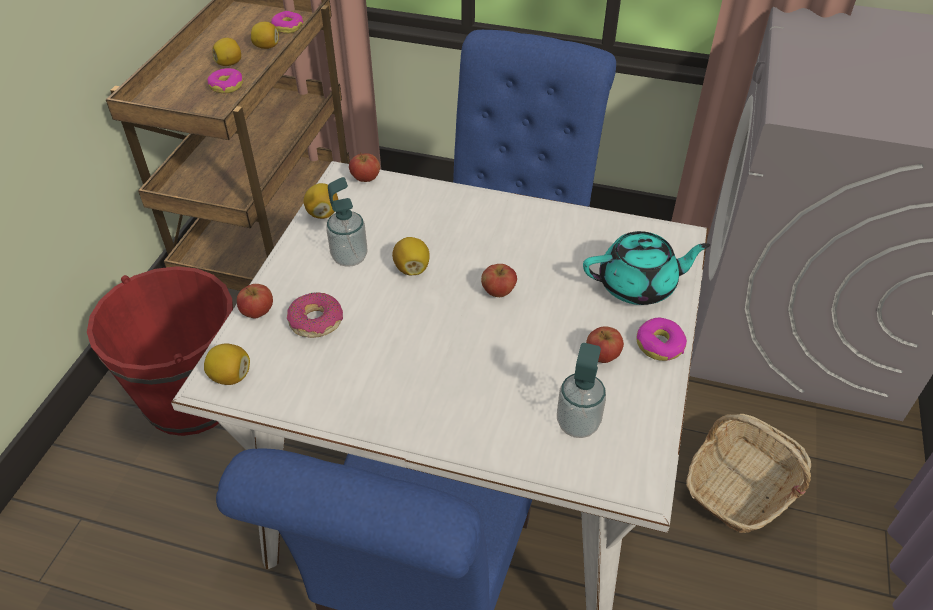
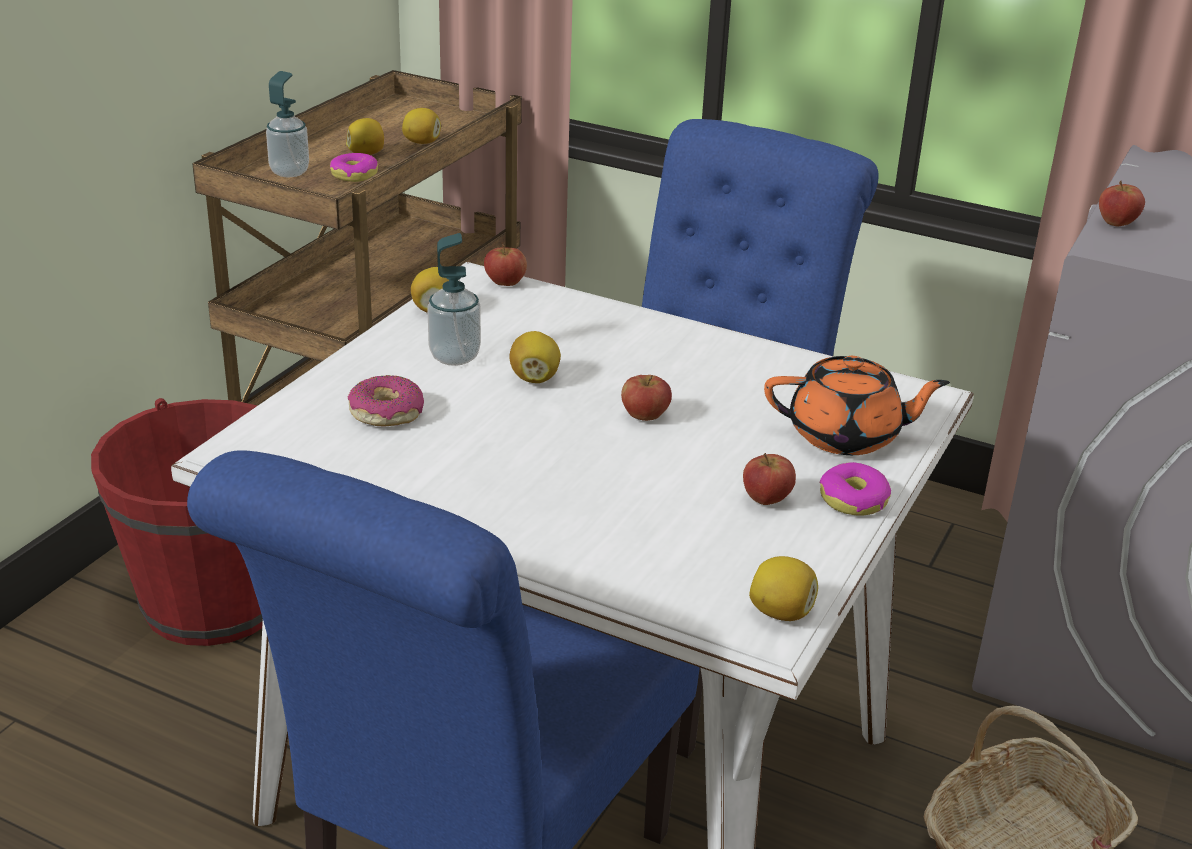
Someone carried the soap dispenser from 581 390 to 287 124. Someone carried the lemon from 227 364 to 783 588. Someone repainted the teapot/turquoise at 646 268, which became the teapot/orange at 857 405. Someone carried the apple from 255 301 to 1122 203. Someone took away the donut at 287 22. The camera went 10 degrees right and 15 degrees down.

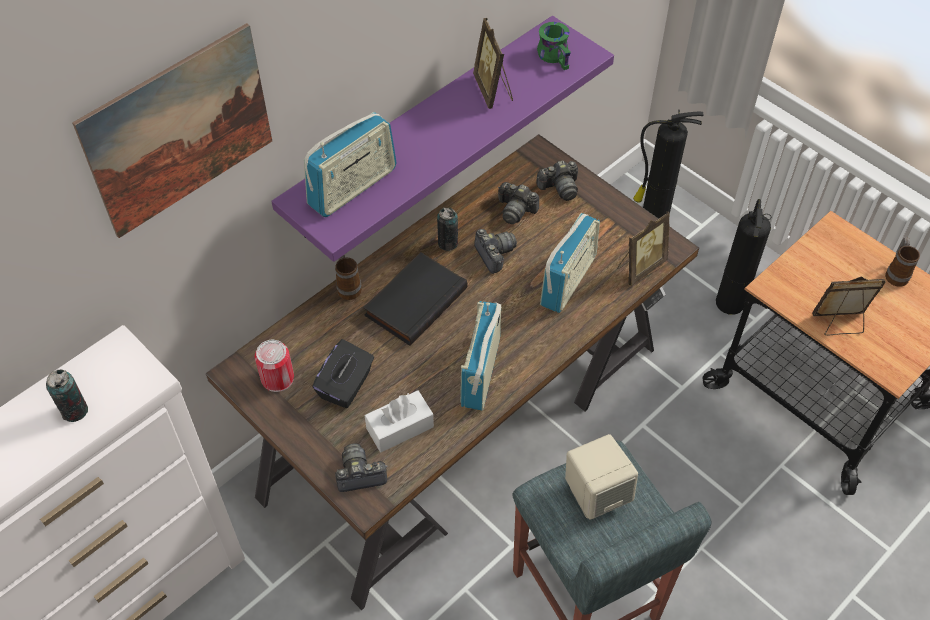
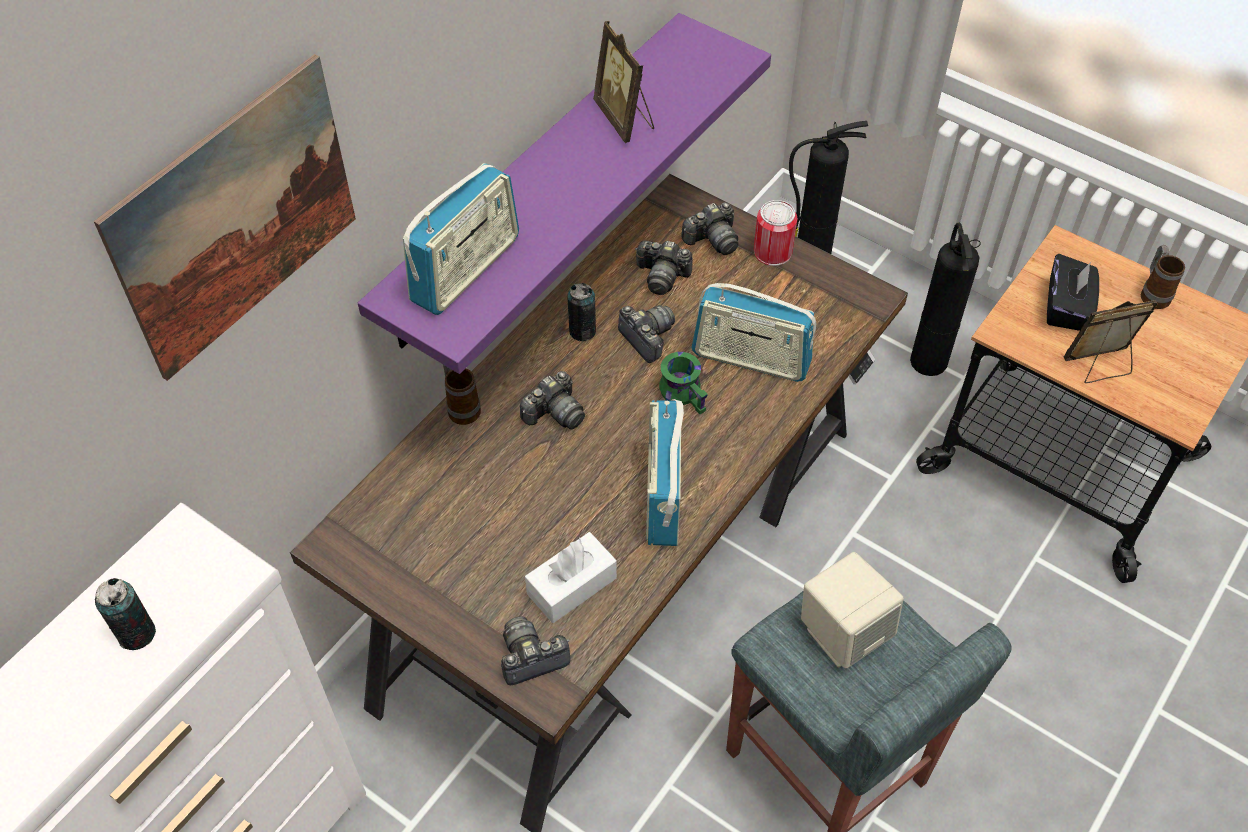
Someone swapped the book/black at 415 299 for the photo camera at 552 400. Someone carried the mug/green from 554 46 to 683 383. Someone rotated the radio at 570 263 by 90 degrees clockwise. Someone carried the can from 274 366 to 775 233. Someone carried the tissue box/black from 343 373 to 1073 292. Someone took away the picture frame at 643 248. The camera went 10 degrees left and 0 degrees up.

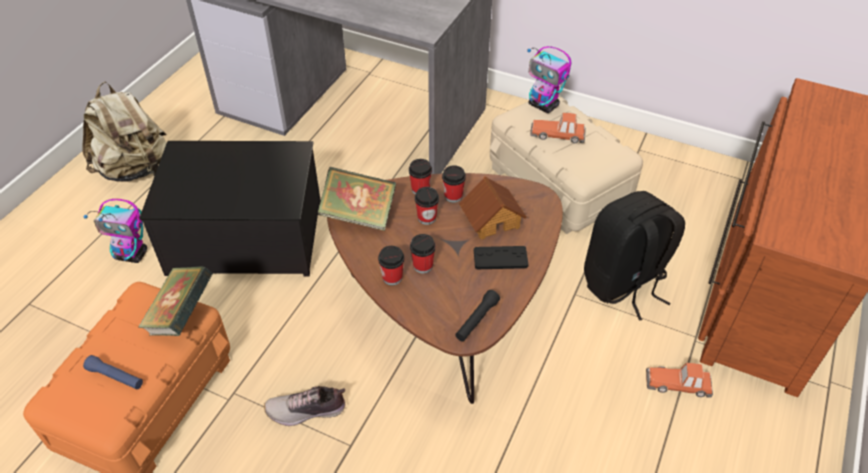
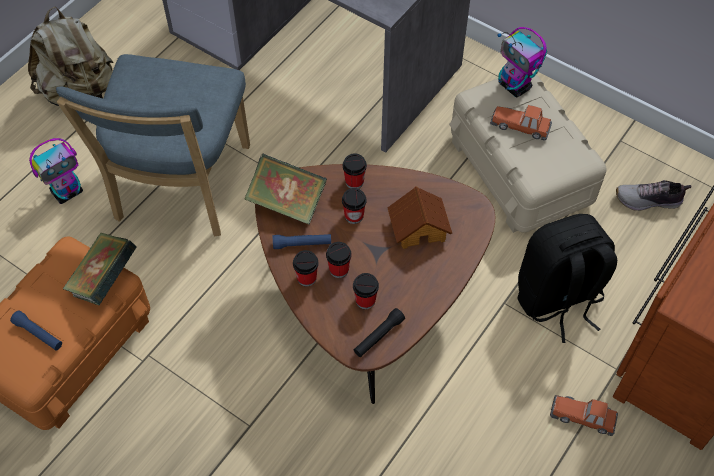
Someone rotated the toy robot at 115 231 by 60 degrees counterclockwise. Someone swapped the storage box at 230 209 for the chair/blue at 153 145. Someone put down the flashlight/blue at 302 241. Someone carried the cup from 454 184 to 366 291. Someone carried the shoe from 304 406 to 653 195. Someone took away the game controller/black at 501 257. The camera went 10 degrees right and 10 degrees up.

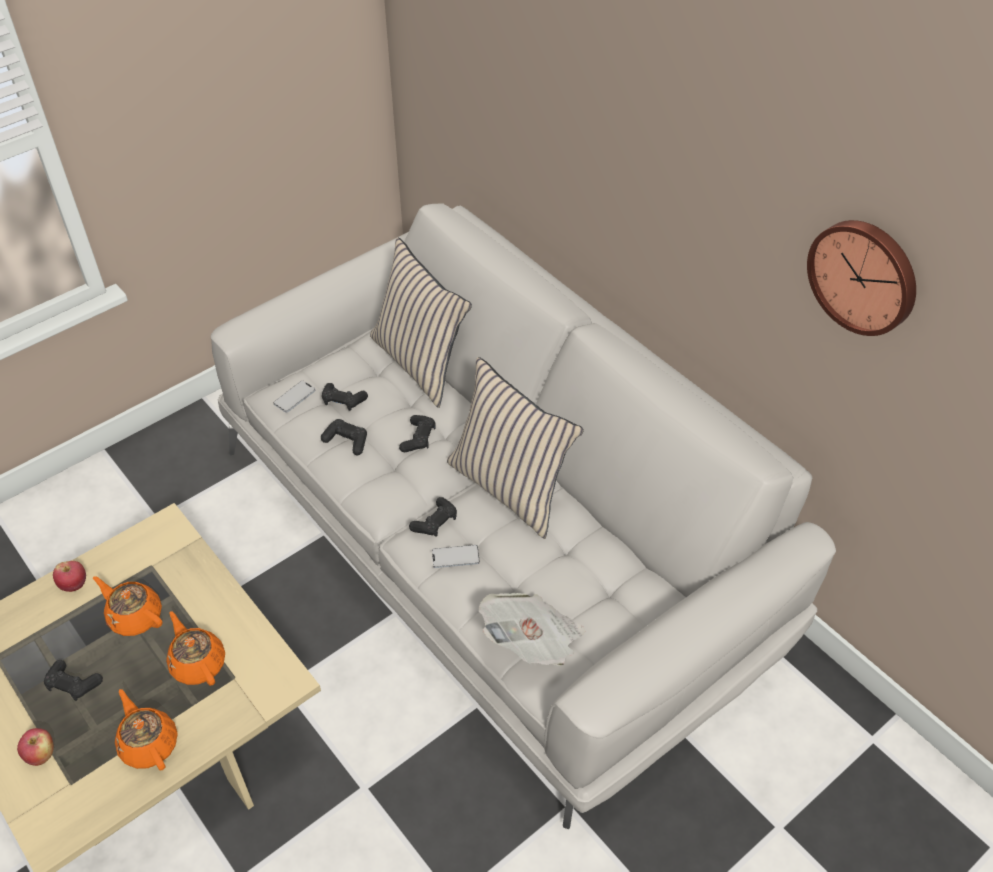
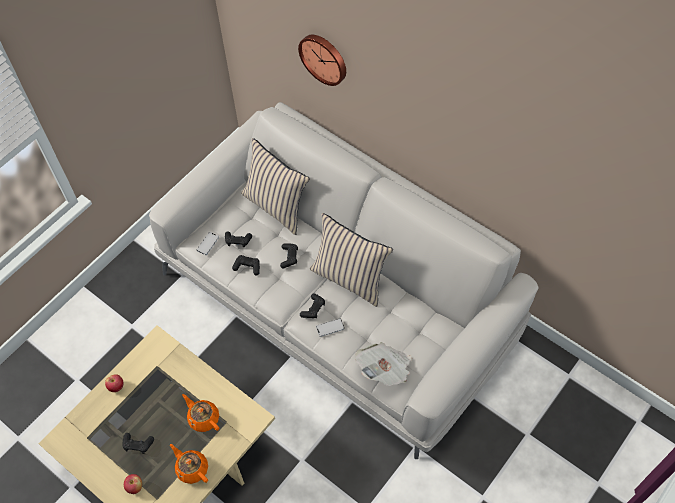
Someone carried the wall clock from 861 278 to 322 60. Someone took away the teapot/orange at 128 606. The camera went 10 degrees left and 10 degrees up.

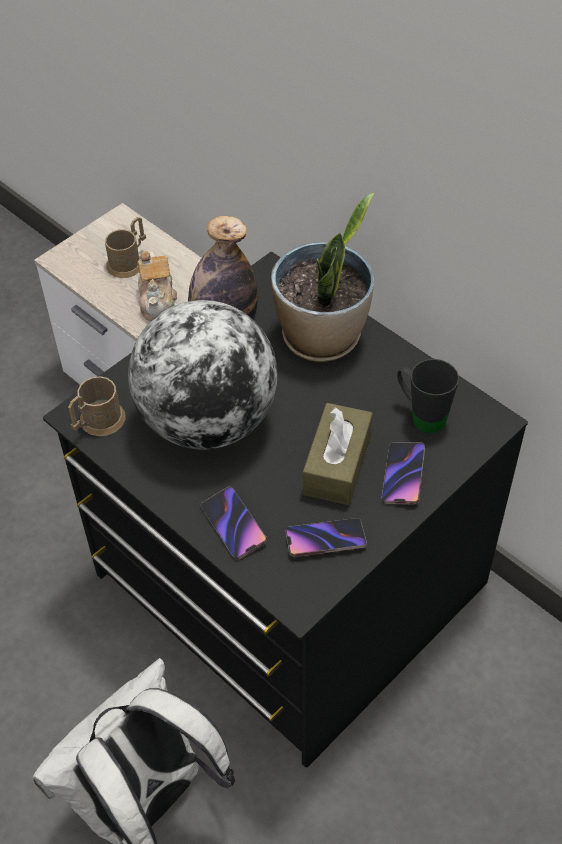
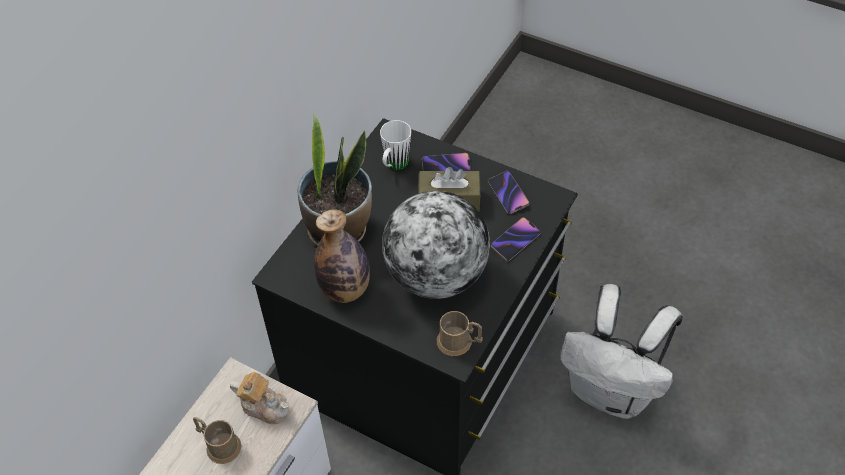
Someone rotated the teapot at 157 286 by 45 degrees clockwise. Someone repainted the mug/black at 428 396, which became the mug/white at 395 145. The camera went 105 degrees left and 0 degrees up.

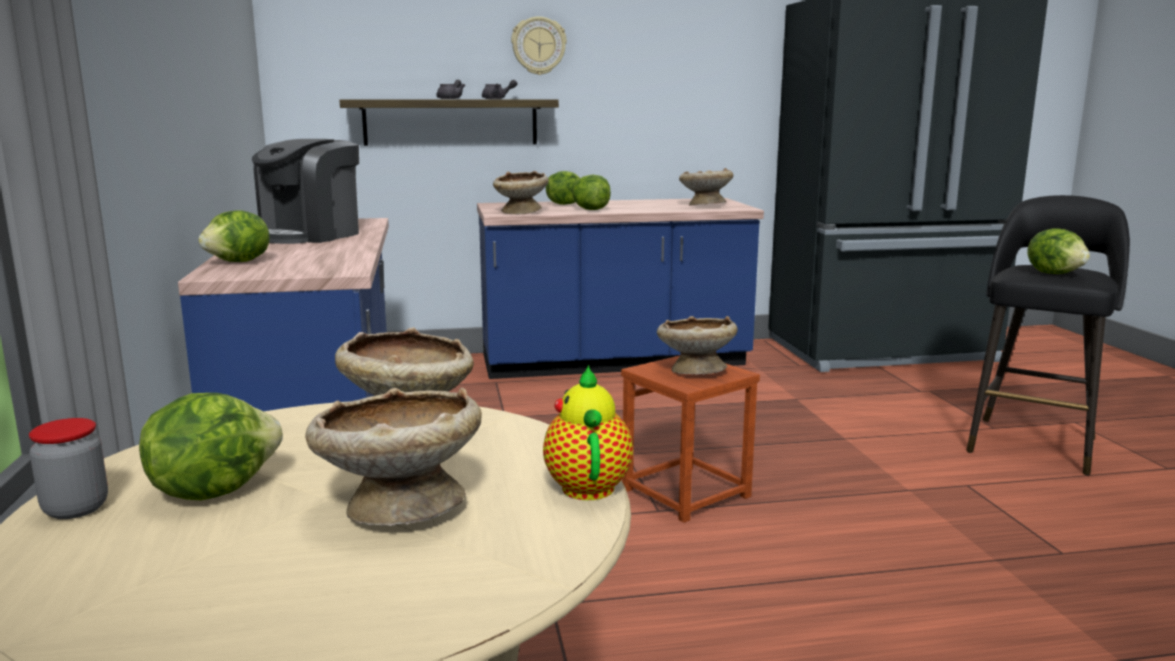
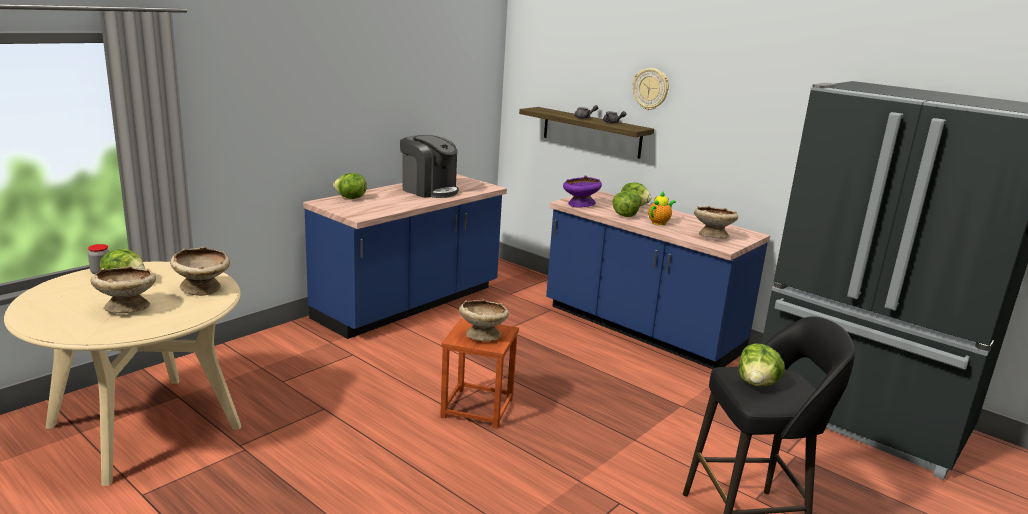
Someone rotated the coffee machine at 305 191 by 135 degrees counterclockwise. Someone repainted the bowl/beige at 521 192, which became the bowl/purple at 582 192. Someone carried the teapot from 588 432 to 662 208. The camera went 50 degrees right and 5 degrees up.

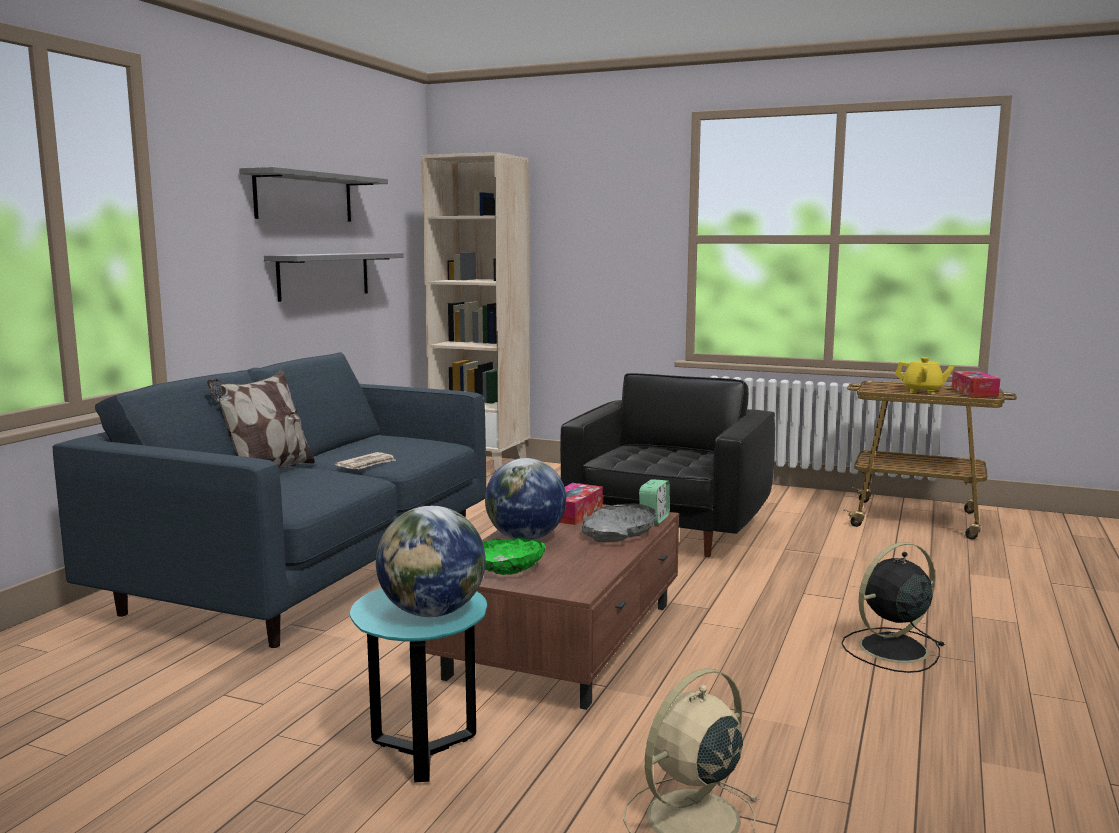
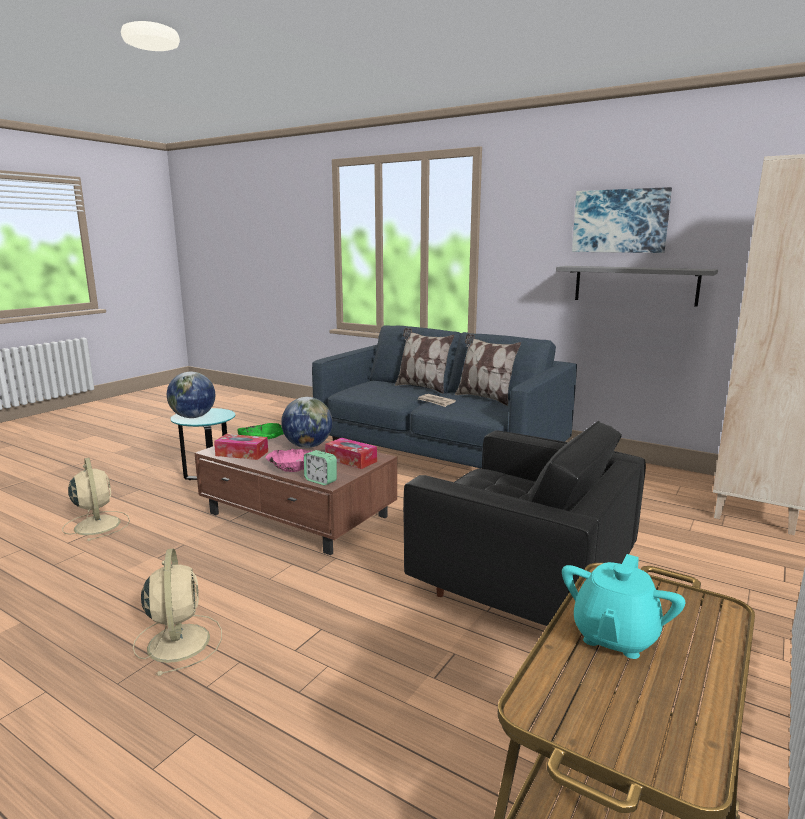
Someone repainted the fan/black at 893 607, which became the fan/beige at 177 612. Someone carried the tissue box from 976 384 to 241 447. Someone repainted the bowl/grey at 619 522, which became the bowl/pink at 289 460. Someone put down the pillow at 488 370. Someone repainted the teapot/yellow at 925 375, which became the teapot/turquoise at 623 606. Someone swapped the shelf/grey at 313 194 for the picture at 622 220. The camera went 100 degrees right and 5 degrees up.

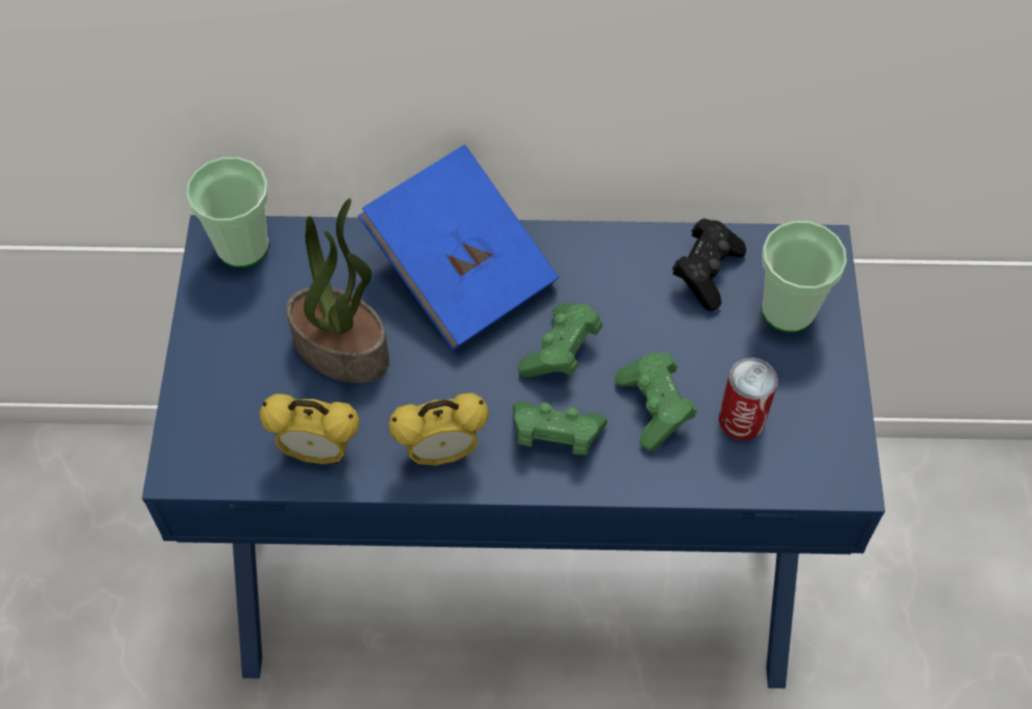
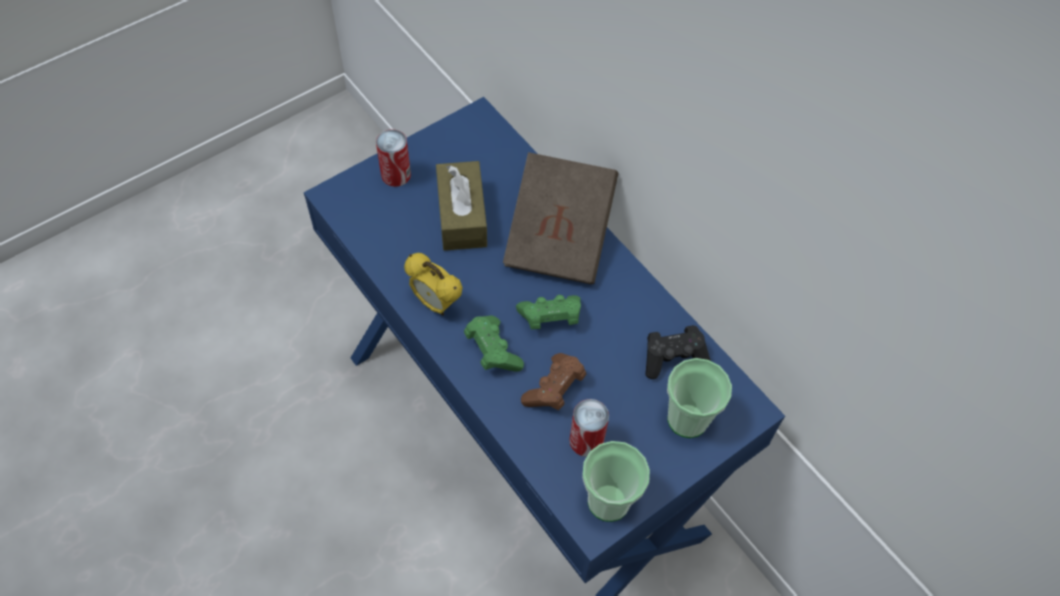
Someone put down the can at 393 158. Someone swapped the potted plant at 337 290 for the tissue box/brown at 461 206. Someone repainted the book/blue at 458 248, which became the book/brown at 561 218. Someone repainted the game controller/green at 656 402, which became the game controller/brown at 553 381. Someone carried the cup from 227 212 to 616 481. Someone took away the alarm clock at 310 429. The camera went 50 degrees right and 0 degrees up.

